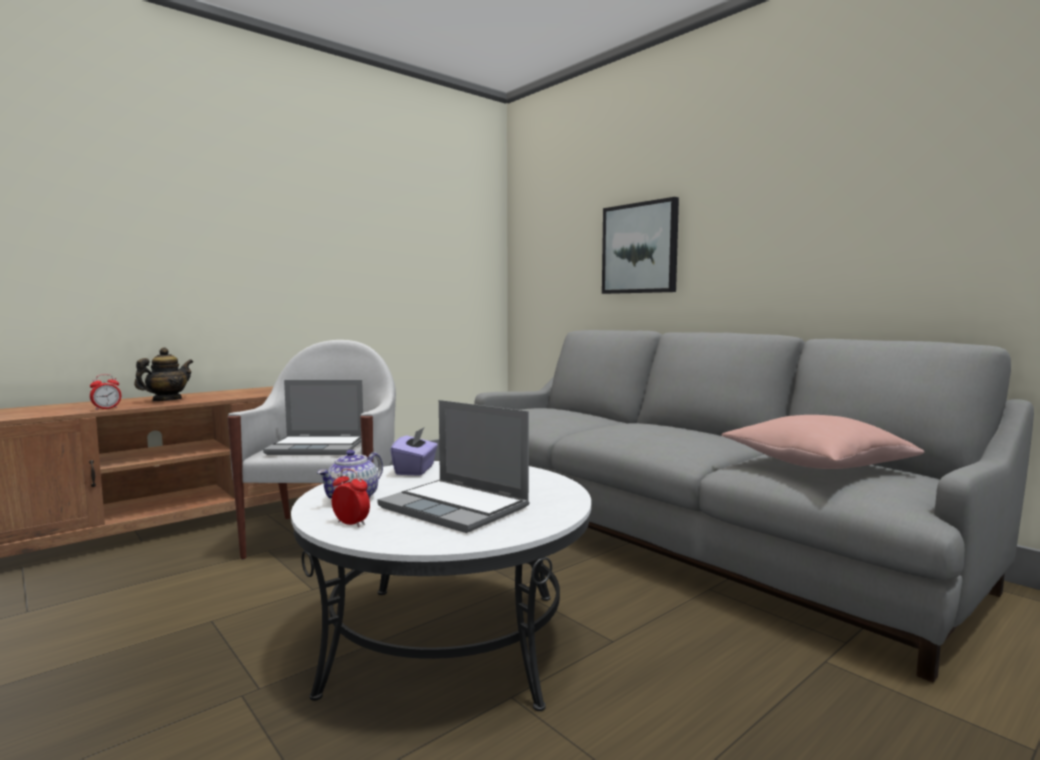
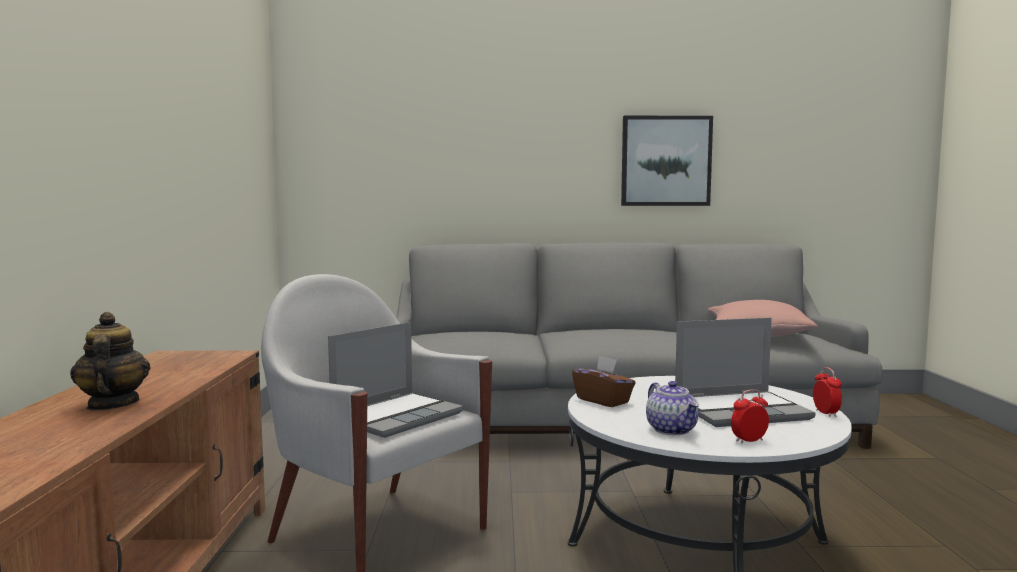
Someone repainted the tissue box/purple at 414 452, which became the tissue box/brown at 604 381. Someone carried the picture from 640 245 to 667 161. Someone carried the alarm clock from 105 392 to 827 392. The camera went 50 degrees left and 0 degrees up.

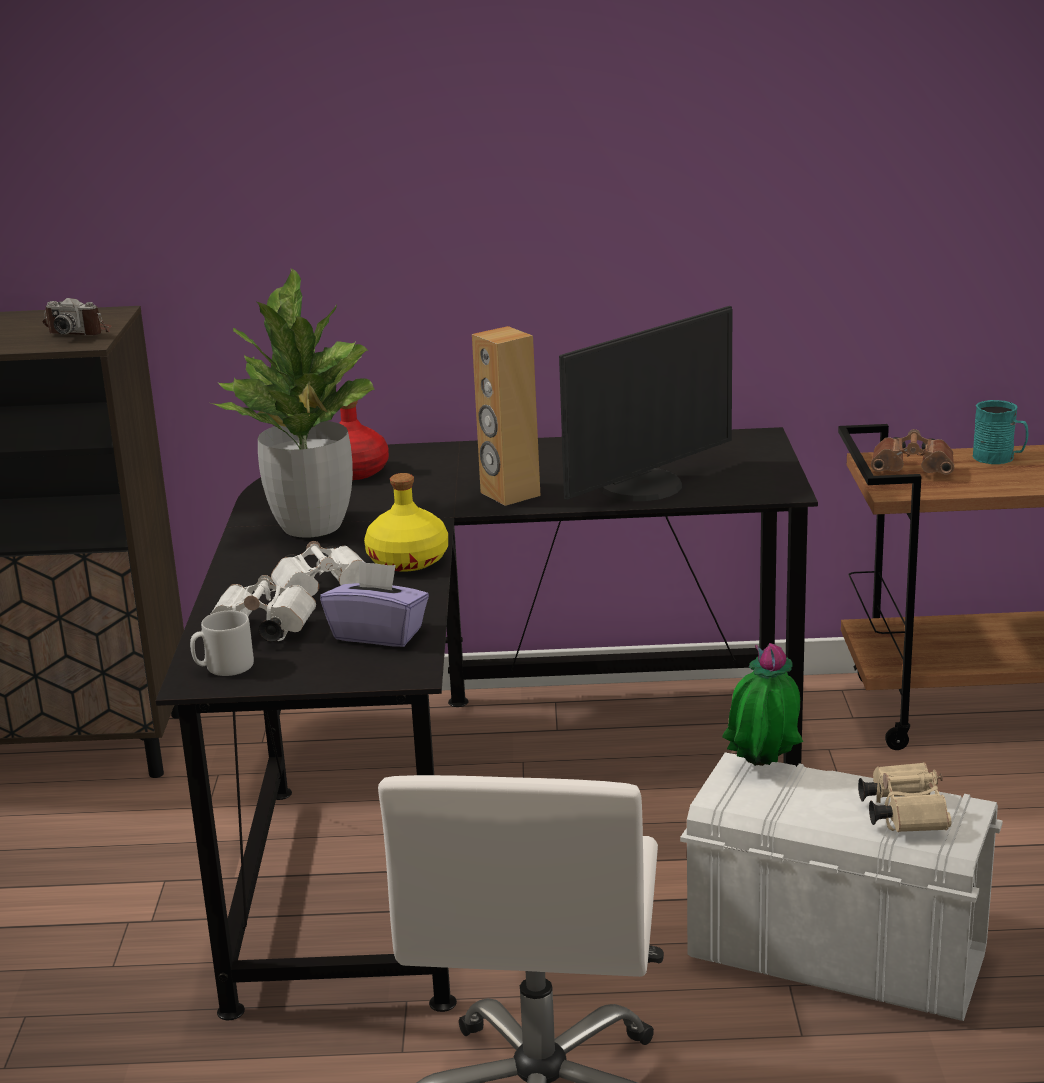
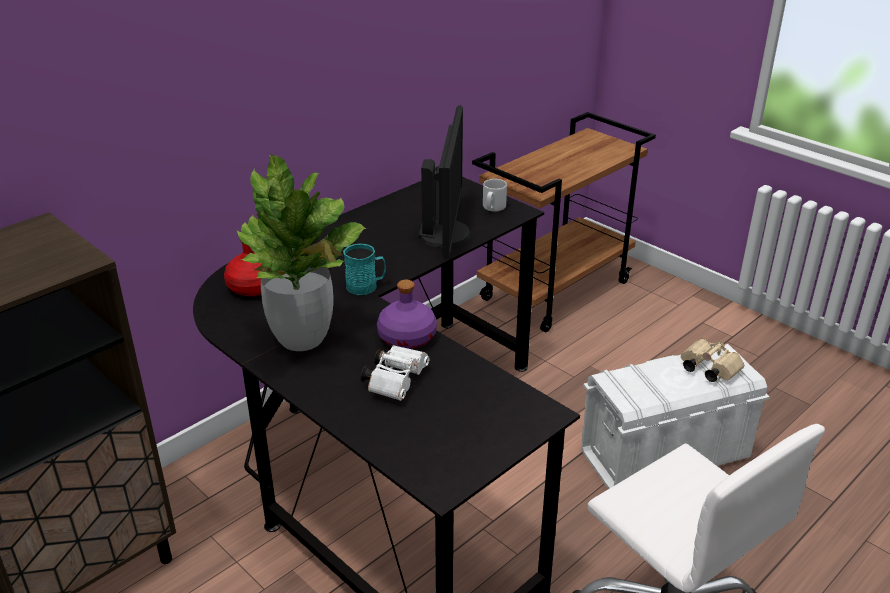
Someone carried the mug/turquoise from 1001 432 to 364 269. Someone repainted the bottle/yellow at 406 522, which became the bottle/purple at 407 314. Someone carried the mug/grey from 222 643 to 495 195. Someone took away the photo camera at 77 316. Someone took away the binoculars/white at 263 608. Someone took away the tissue box/purple at 374 604. Someone took away the speaker/brown at 506 416. Someone took away the potted plant at 762 704. Someone took away the binoculars/brown at 912 452. The camera went 45 degrees left and 10 degrees up.

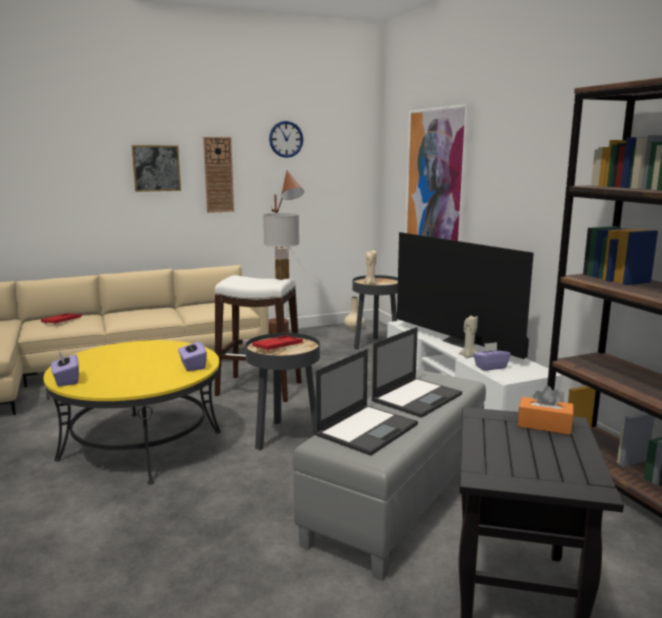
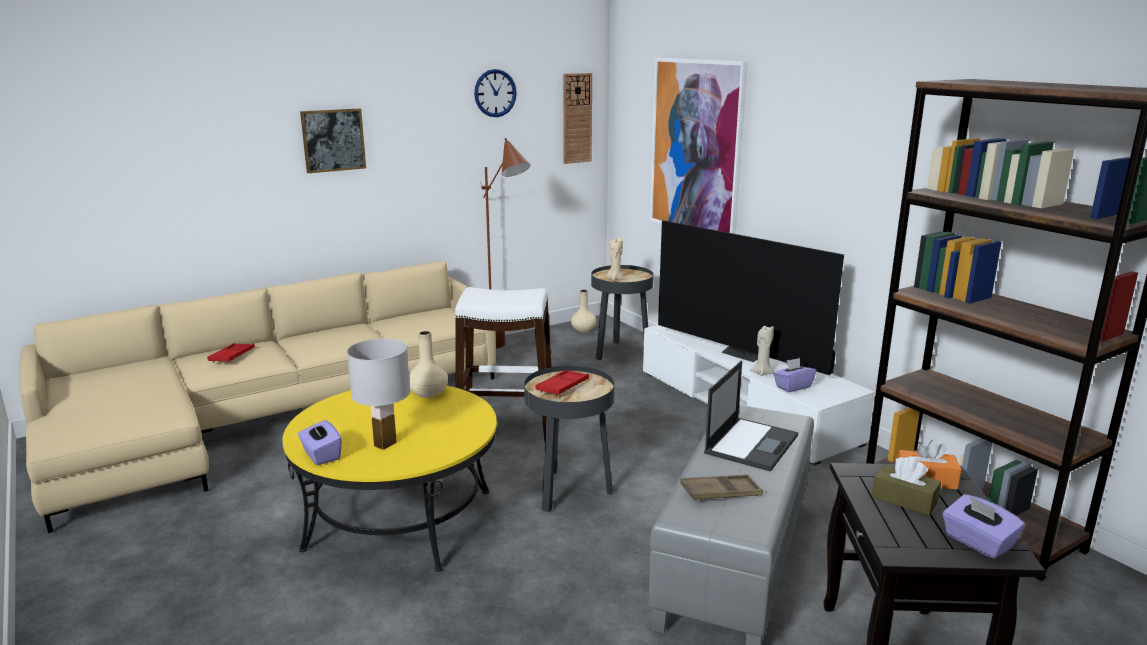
Someone carried the table lamp/white from 281 246 to 378 394. Someone put down the vase/beige at 428 364. Someone carried the wall clock from 218 175 to 577 118. Someone swapped the laptop at 366 402 for the tray/brown at 721 488. Someone put down the tissue box/brown at 906 486. Someone carried the tissue box/purple from 192 355 to 984 526. The camera went 10 degrees left and 5 degrees up.

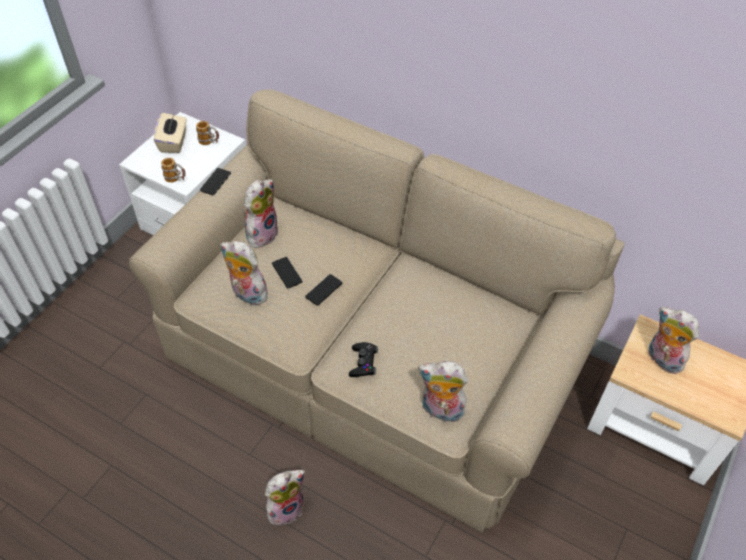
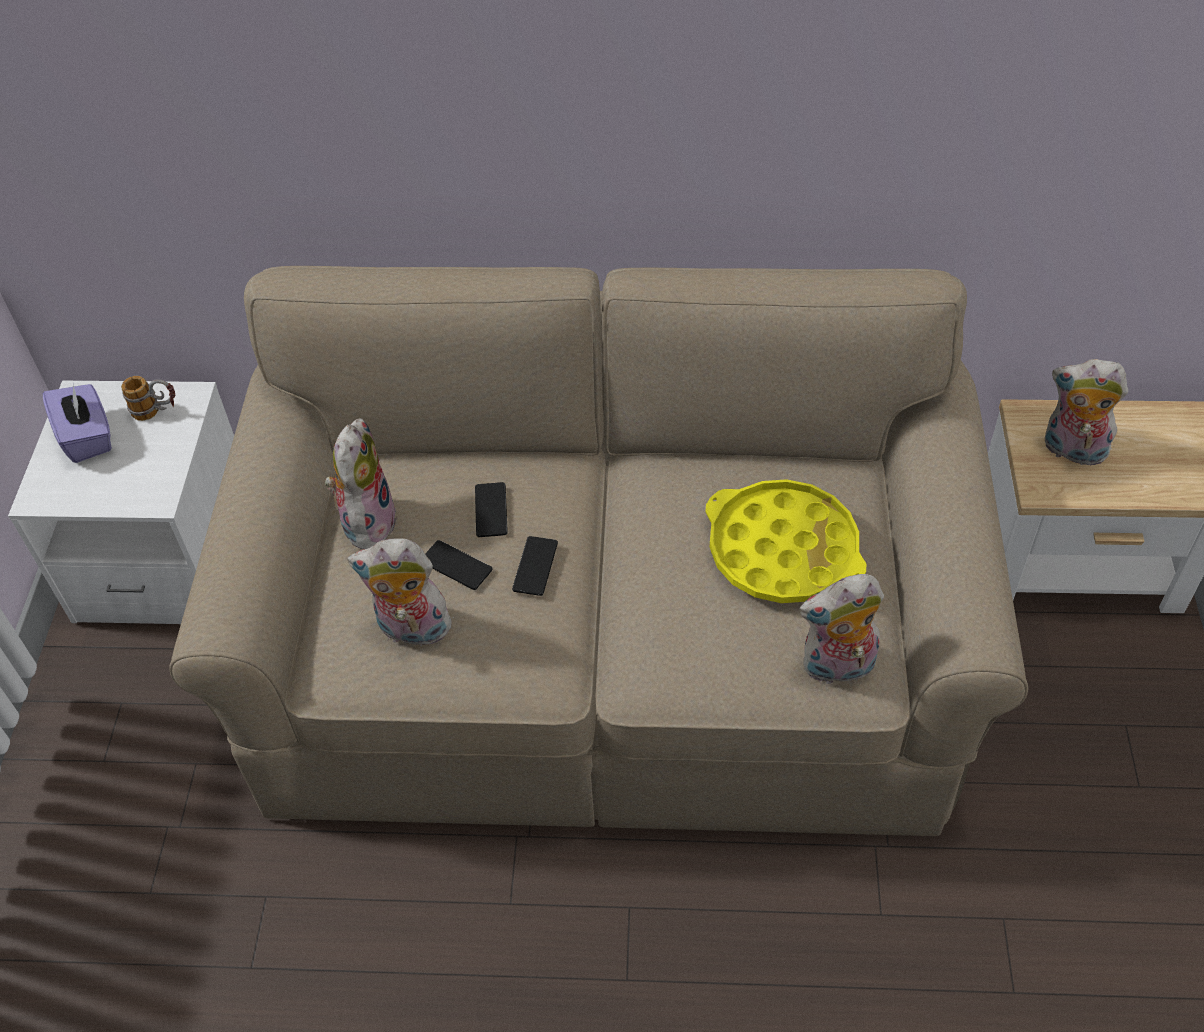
Someone repainted the tissue box/beige at 170 133, which became the tissue box/purple at 77 422. Someone carried the phone from 215 181 to 491 509. Someone put down the tray/yellow at 785 541. Someone took away the mug at 173 170. Someone took away the plush toy at 285 498. Someone took away the game controller/black at 363 359. The camera went 25 degrees left and 0 degrees up.

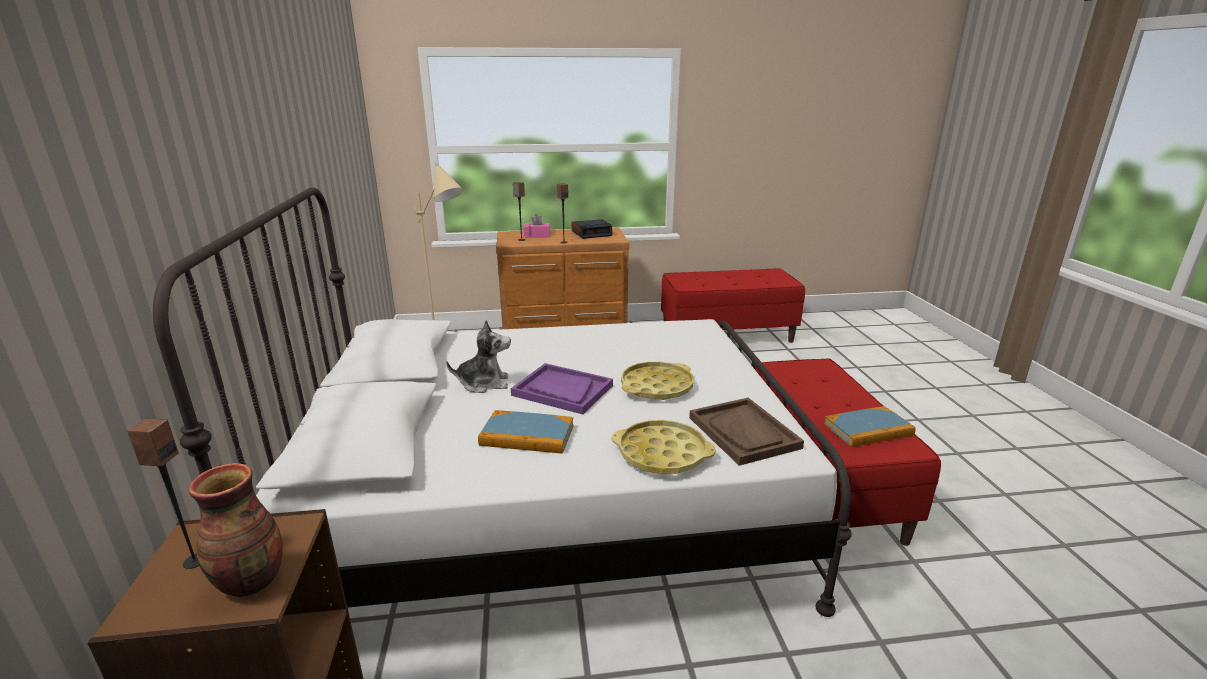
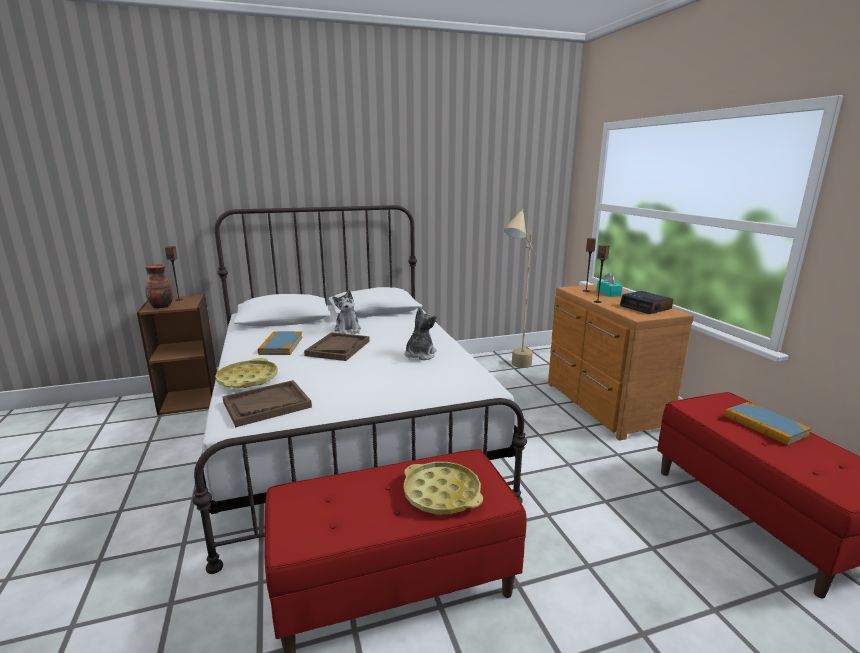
Someone repainted the tray/purple at 562 388, which became the tray/brown at 337 346. Someone carried the tray/yellow from 657 381 to 443 488. Someone put down the plush toy at 421 333. Someone repainted the tissue box/pink at 537 225, which became the tissue box/turquoise at 609 285. Someone carried the book from 870 426 to 768 423. The camera went 80 degrees right and 5 degrees down.

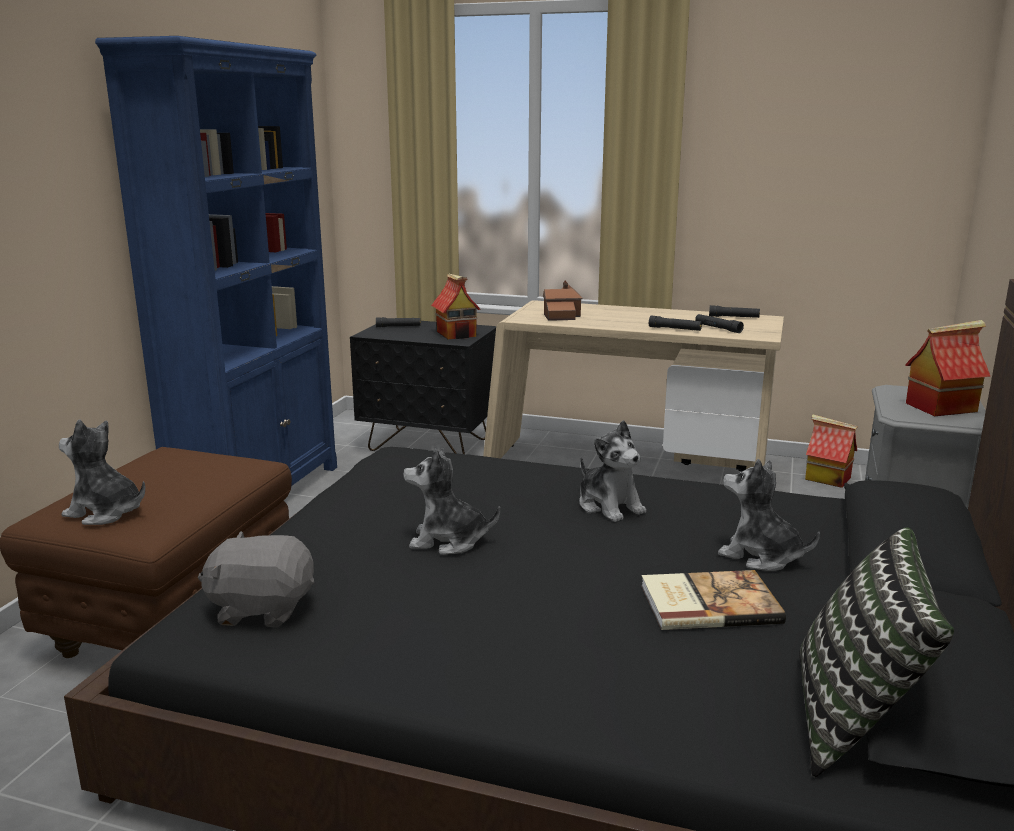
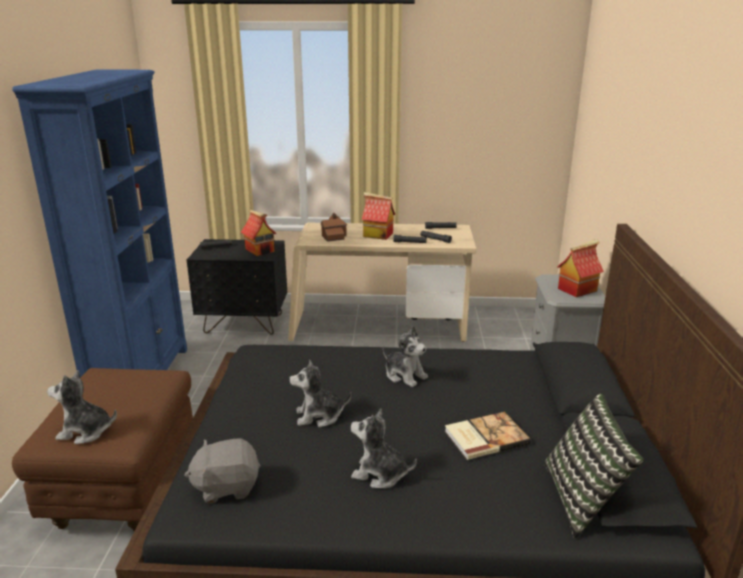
Someone carried the plush toy from 769 515 to 384 449. Someone carried the toy house from 831 451 to 378 216. The camera went 15 degrees left and 5 degrees up.

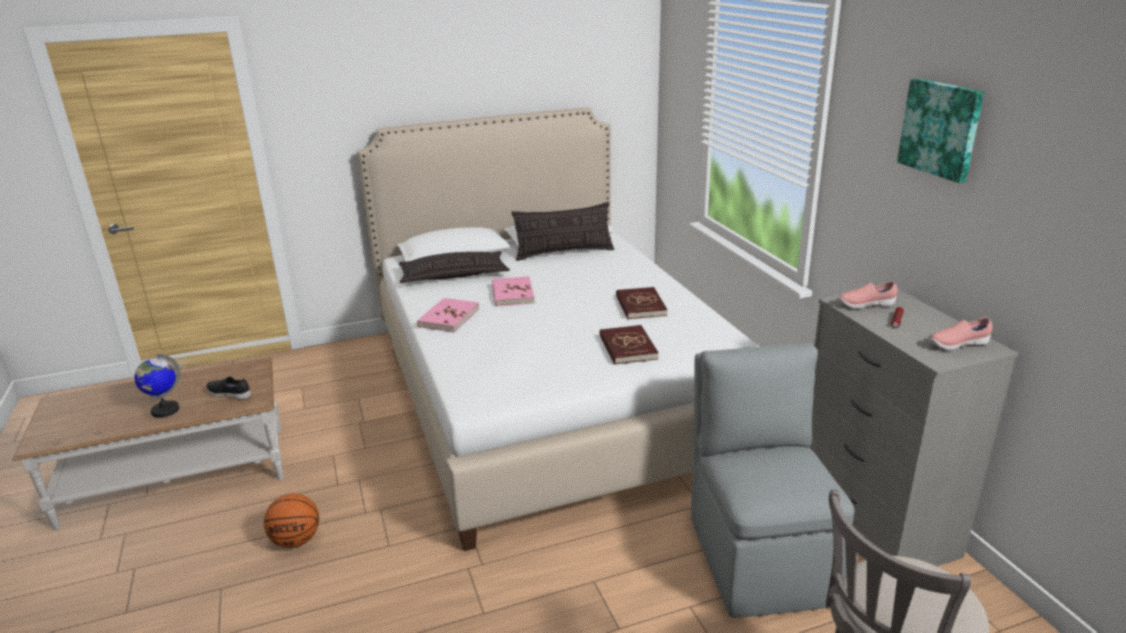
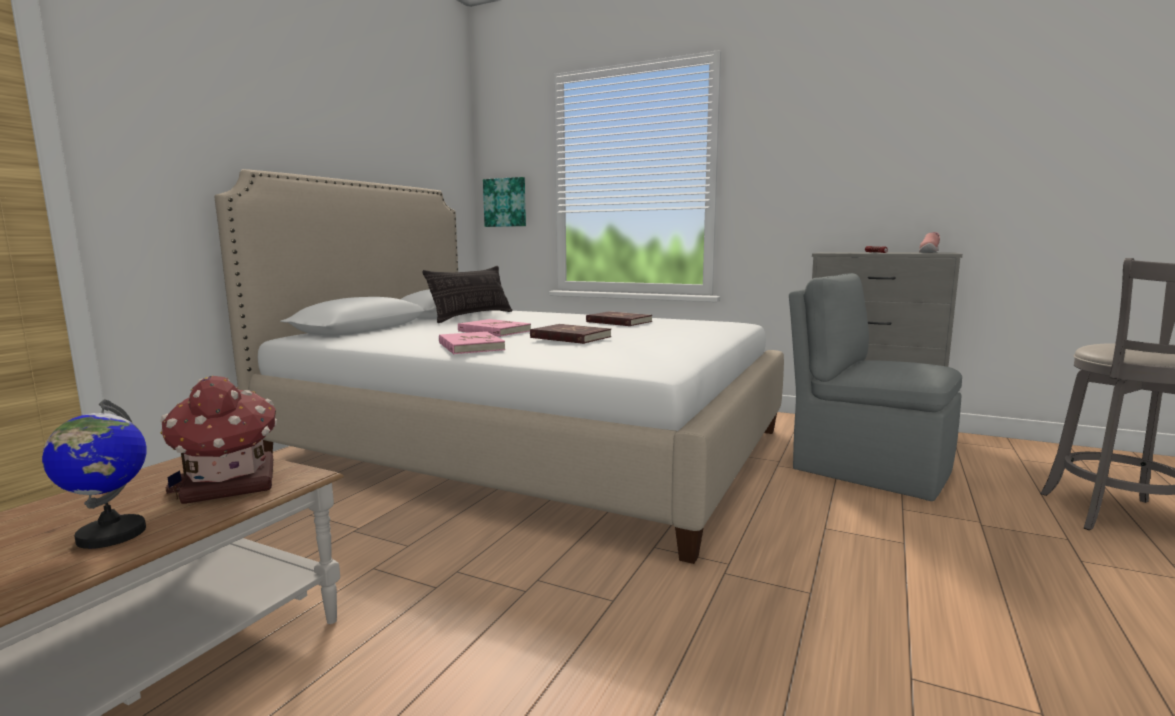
Someone swapped the shoe/black at 228 388 for the toy house at 218 440. Someone carried the picture from 940 130 to 504 202. Someone carried the book/red from 629 345 to 570 334. Someone took away the basketball at 291 521. Someone took away the pillow at 454 267. Someone took away the shoe/pink at 868 295. The camera went 45 degrees left and 15 degrees down.

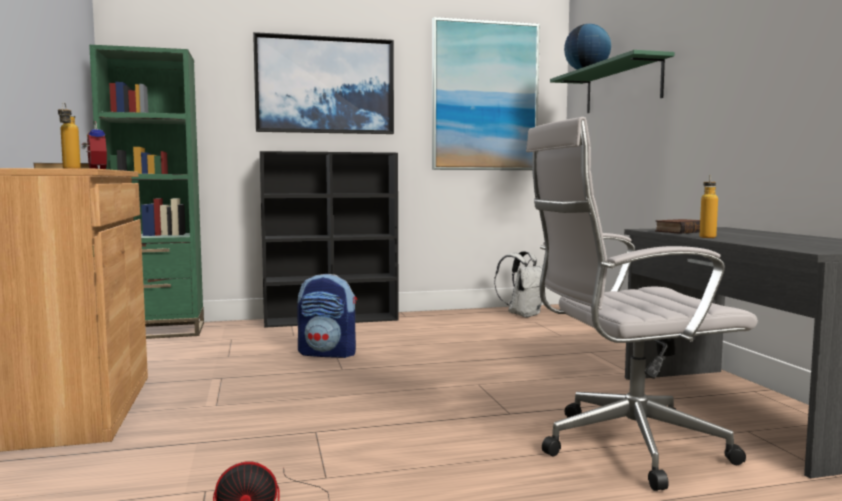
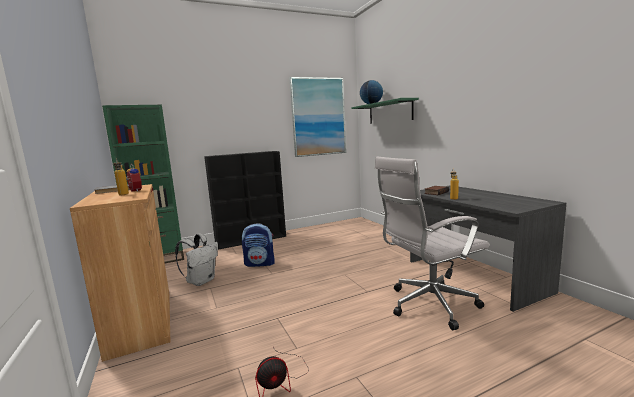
Someone carried the backpack/white from 518 284 to 196 260. Someone took away the picture at 323 83. The camera went 10 degrees left and 5 degrees up.

